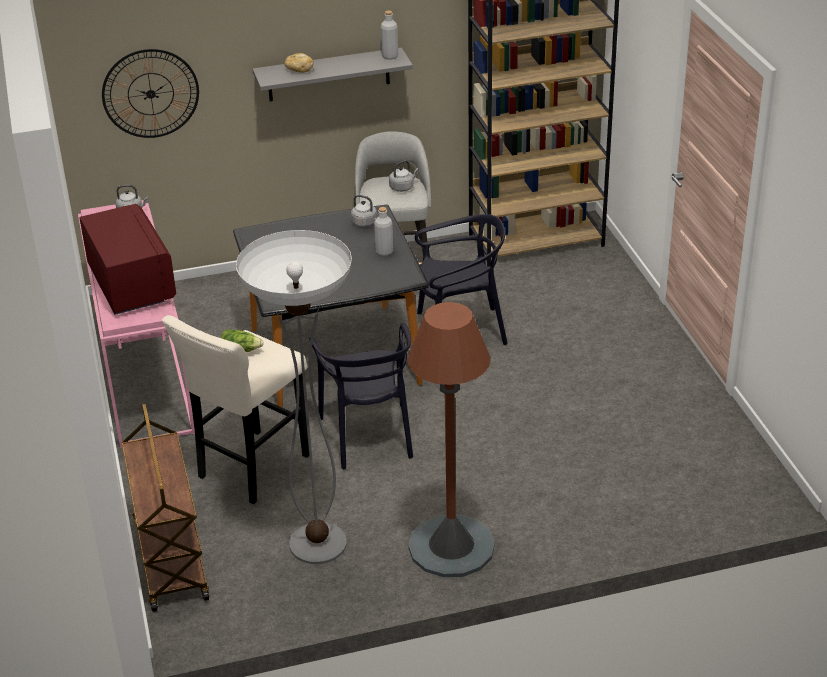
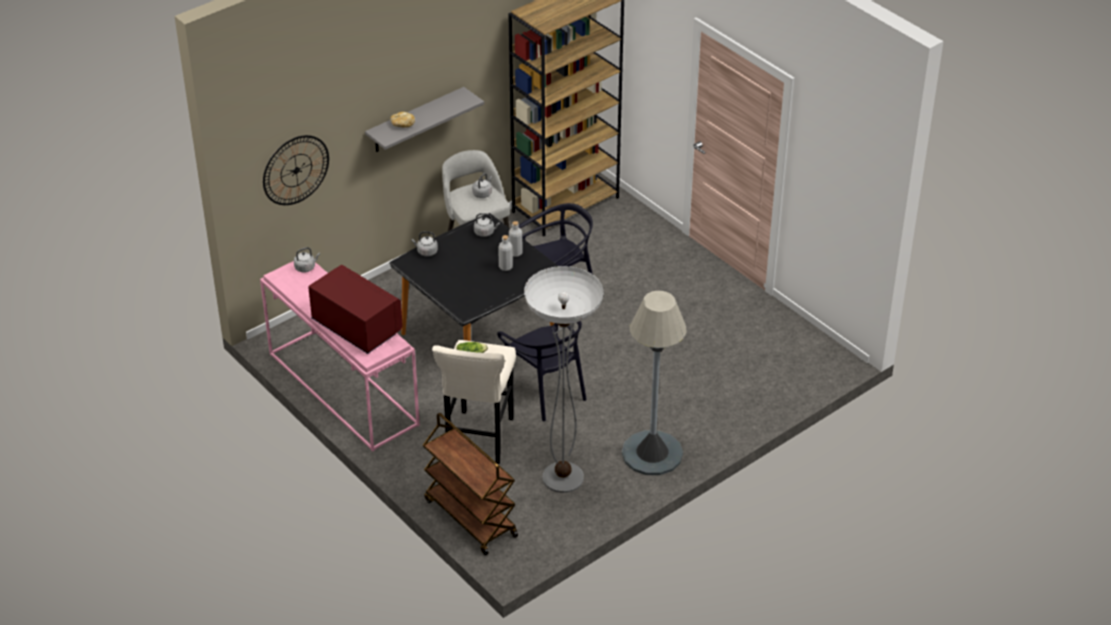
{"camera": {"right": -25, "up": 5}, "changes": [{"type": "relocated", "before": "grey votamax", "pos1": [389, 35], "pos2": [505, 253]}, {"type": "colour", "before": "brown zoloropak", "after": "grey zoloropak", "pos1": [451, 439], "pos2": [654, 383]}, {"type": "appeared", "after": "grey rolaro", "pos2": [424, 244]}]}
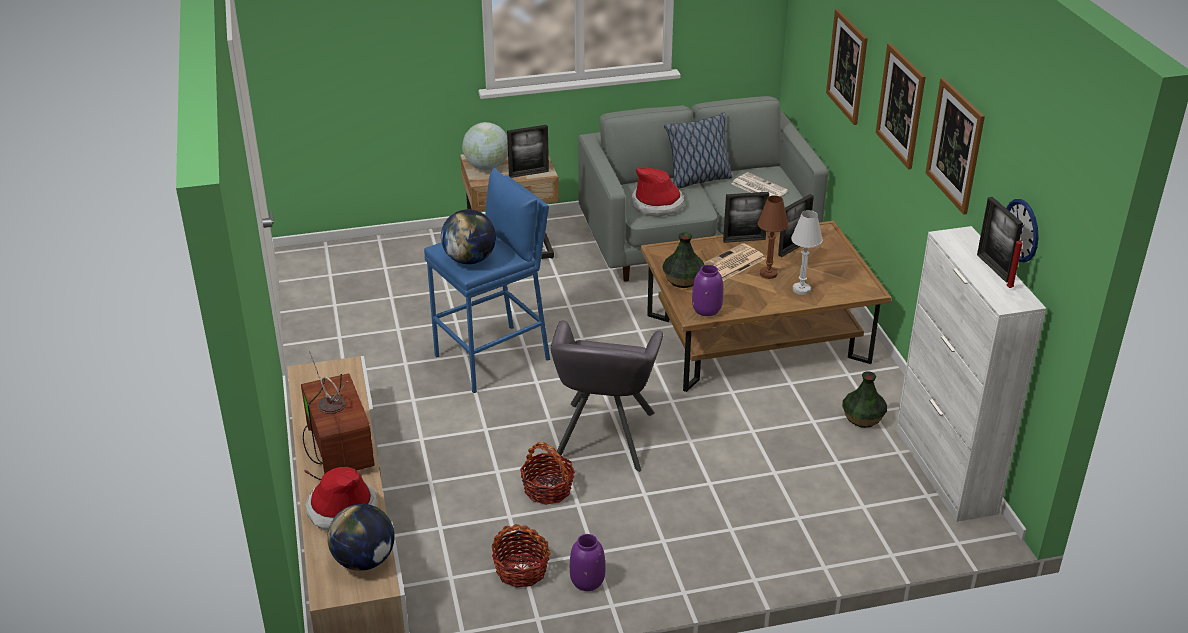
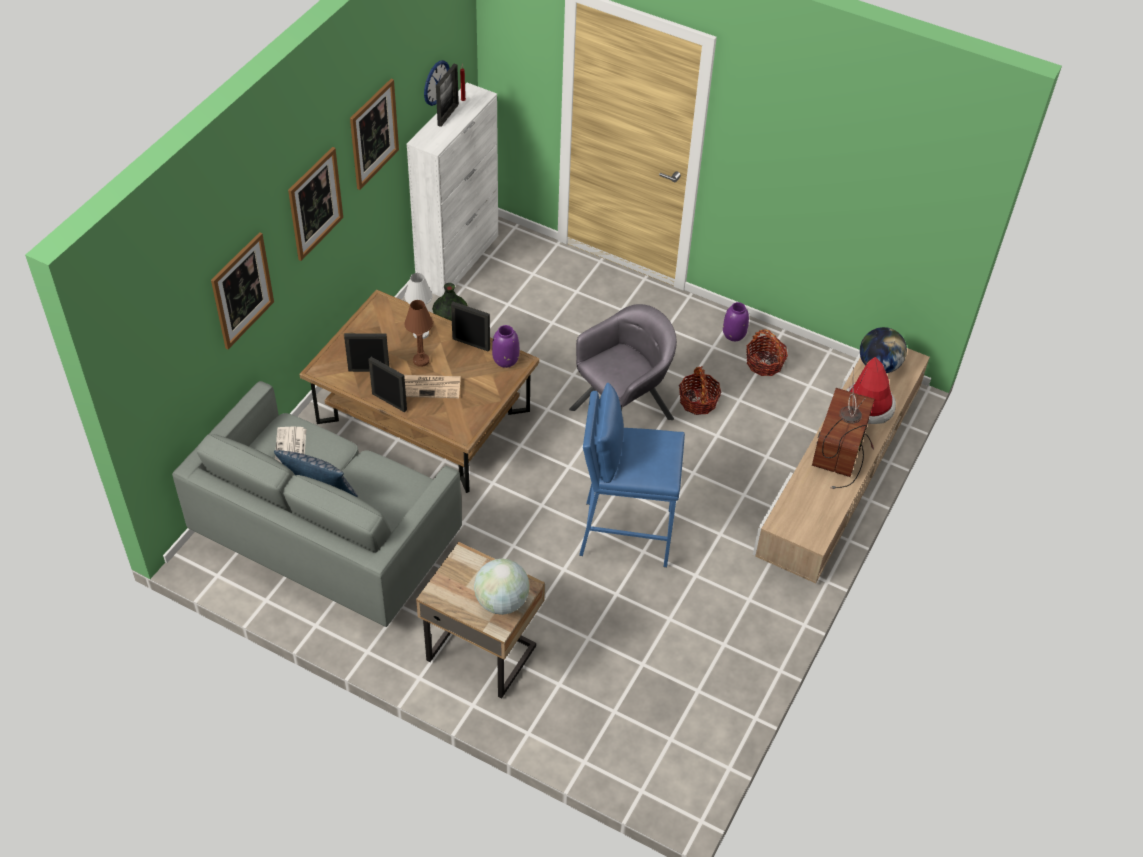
{"camera": {"right": -140, "up": 15}, "changes": [{"type": "missing", "before": "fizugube", "pos1": [468, 236]}, {"type": "relocated", "before": "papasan", "pos1": [528, 151], "pos2": [470, 327]}, {"type": "missing", "before": "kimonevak", "pos1": [657, 192]}, {"type": "missing", "before": "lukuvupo", "pos1": [683, 260]}]}
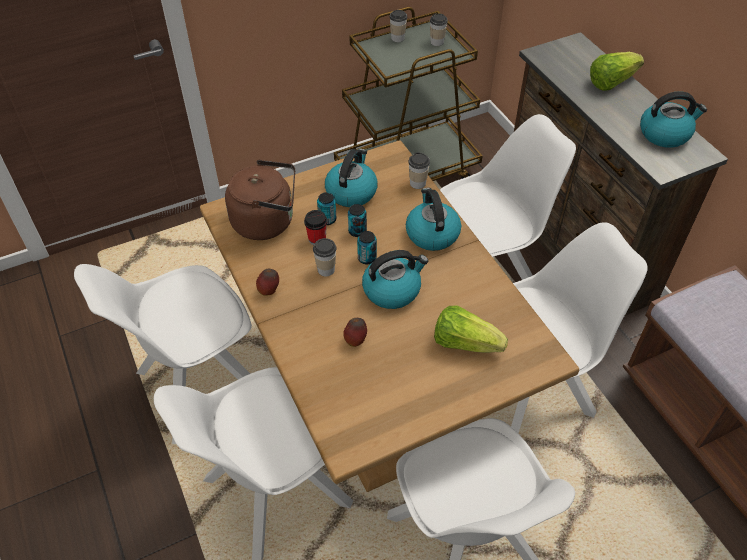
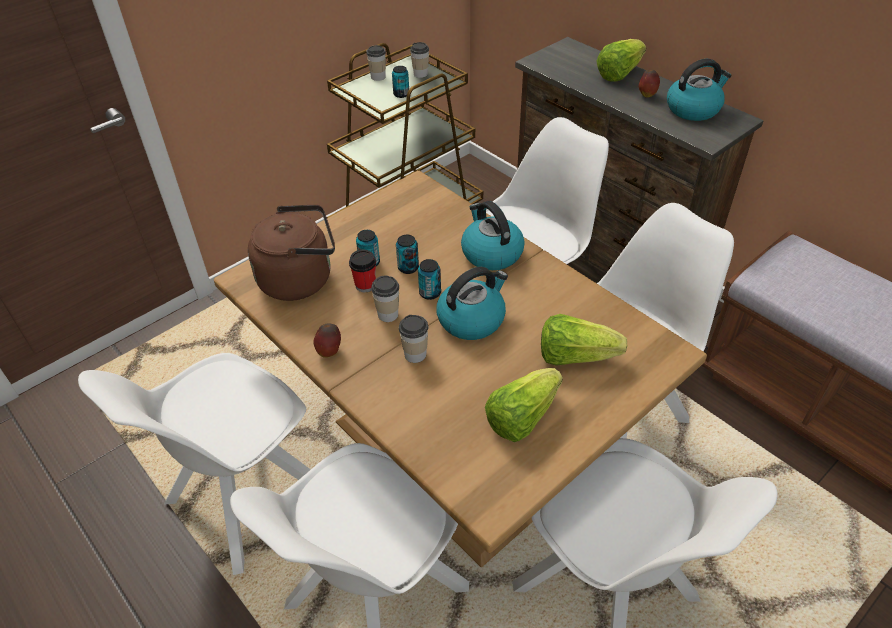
{"camera": {"right": -15, "up": -5}, "changes": [{"type": "missing", "before": "rolaro", "pos1": [351, 178]}, {"type": "relocated", "before": "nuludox", "pos1": [355, 332], "pos2": [649, 84]}, {"type": "relocated", "before": "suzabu", "pos1": [419, 170], "pos2": [413, 339]}, {"type": "appeared", "after": "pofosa", "pos2": [400, 82]}, {"type": "appeared", "after": "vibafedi", "pos2": [524, 405]}]}
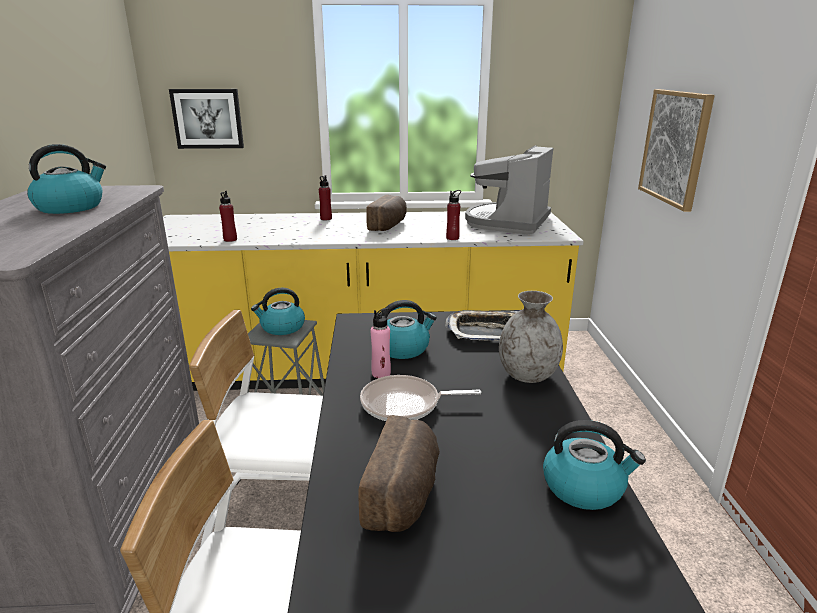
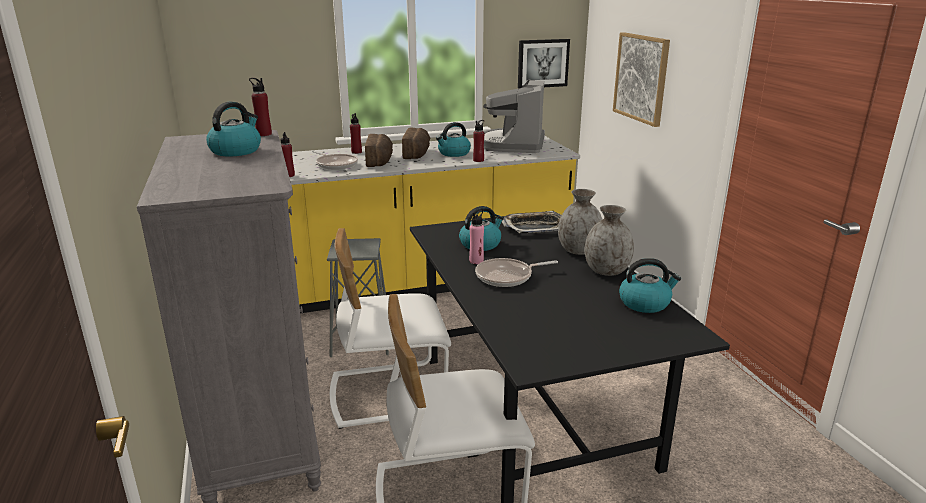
{"camera": {"right": -15, "up": 0}, "changes": [{"type": "relocated", "before": "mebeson", "pos1": [206, 119], "pos2": [544, 63]}, {"type": "relocated", "before": "rolaro", "pos1": [278, 311], "pos2": [453, 139]}, {"type": "relocated", "before": "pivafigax", "pos1": [399, 473], "pos2": [379, 150]}, {"type": "appeared", "after": "red votamax", "pos2": [260, 107]}, {"type": "appeared", "after": "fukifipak", "pos2": [335, 160]}, {"type": "appeared", "after": "grey lukuvupo", "pos2": [609, 240]}]}
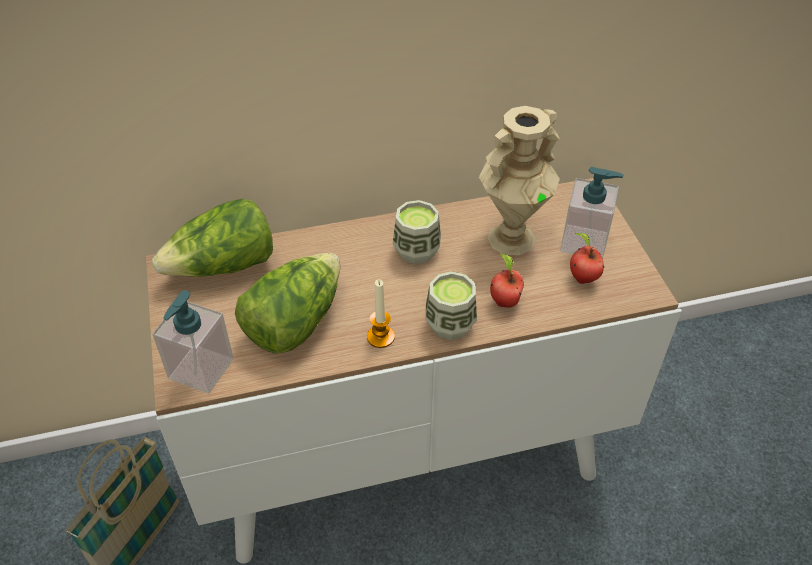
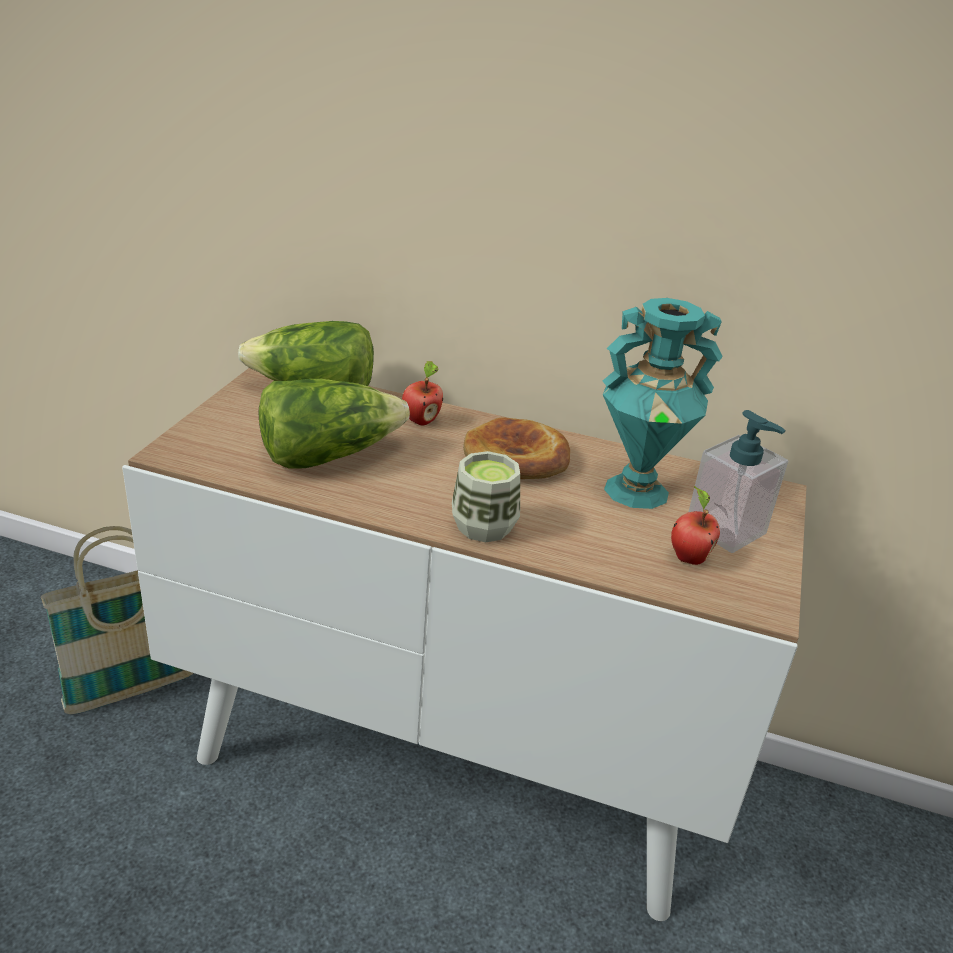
{"camera": {"right": 30, "up": -15}, "changes": [{"type": "missing", "before": "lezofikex", "pos1": [193, 342]}, {"type": "missing", "before": "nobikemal", "pos1": [381, 313]}, {"type": "exchanged", "before": "suzabu", "after": "pivafigax", "pos1": [417, 232], "pos2": [516, 448]}, {"type": "colour", "before": "beige lukuvupo", "after": "turquoise lukuvupo", "pos1": [519, 180], "pos2": [663, 403]}, {"type": "relocated", "before": "nuludox", "pos1": [507, 280], "pos2": [422, 393]}]}
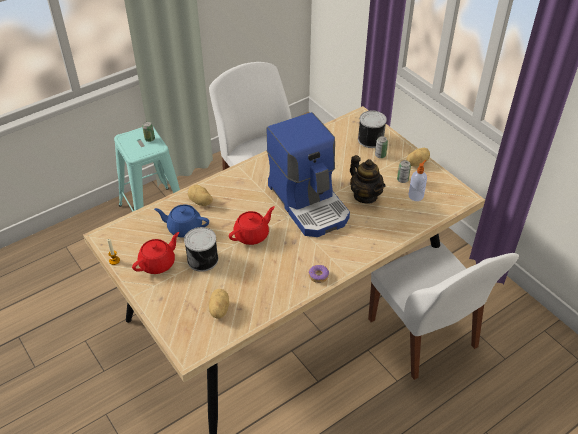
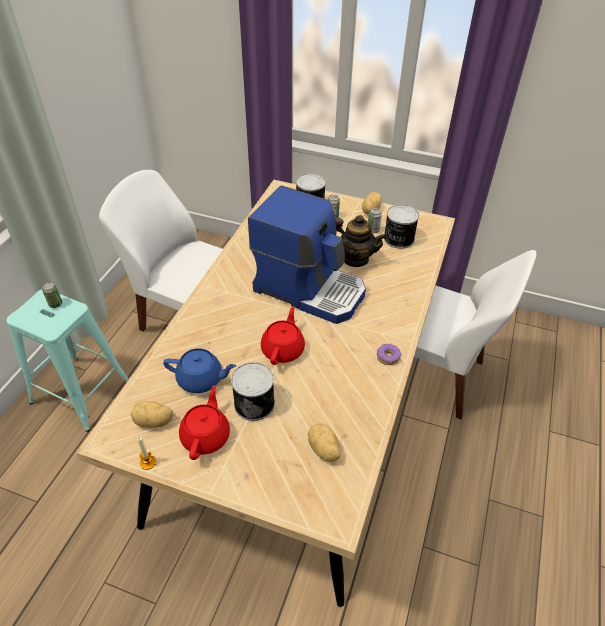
{"camera": {"right": -35, "up": 0}, "changes": [{"type": "spun", "before": "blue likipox", "pos1": [181, 221], "pos2": [199, 370], "turn": -150}, {"type": "relocated", "before": "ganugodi", "pos1": [200, 195], "pos2": [152, 414]}, {"type": "exchanged", "before": "lezofikex", "after": "pofosa", "pos1": [417, 180], "pos2": [401, 226]}]}
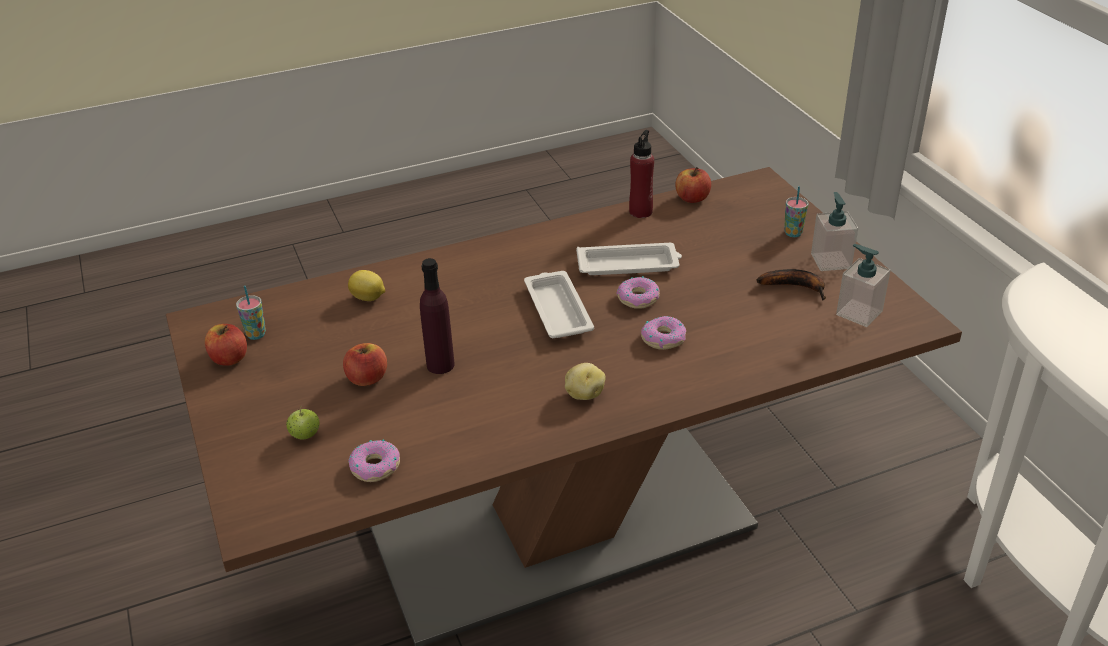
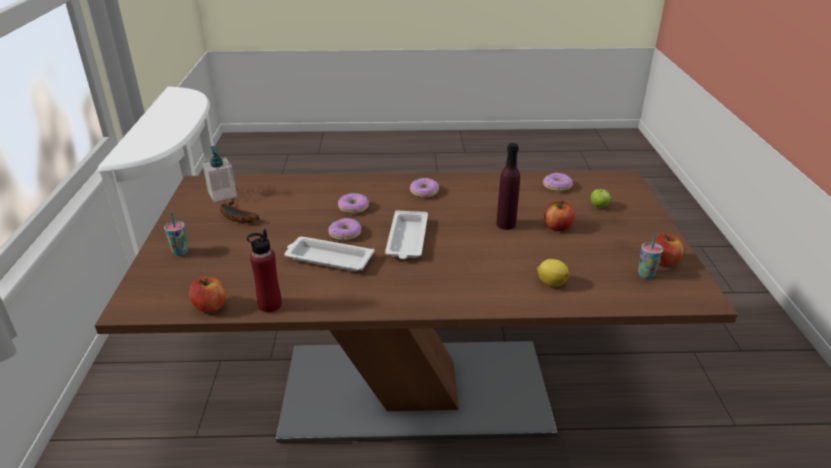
{"camera": {"right": -160, "up": -5}, "changes": [{"type": "exchanged", "before": "ganugodi", "after": "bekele", "pos1": [585, 381], "pos2": [424, 188]}, {"type": "missing", "before": "lezofikex", "pos1": [834, 231]}]}
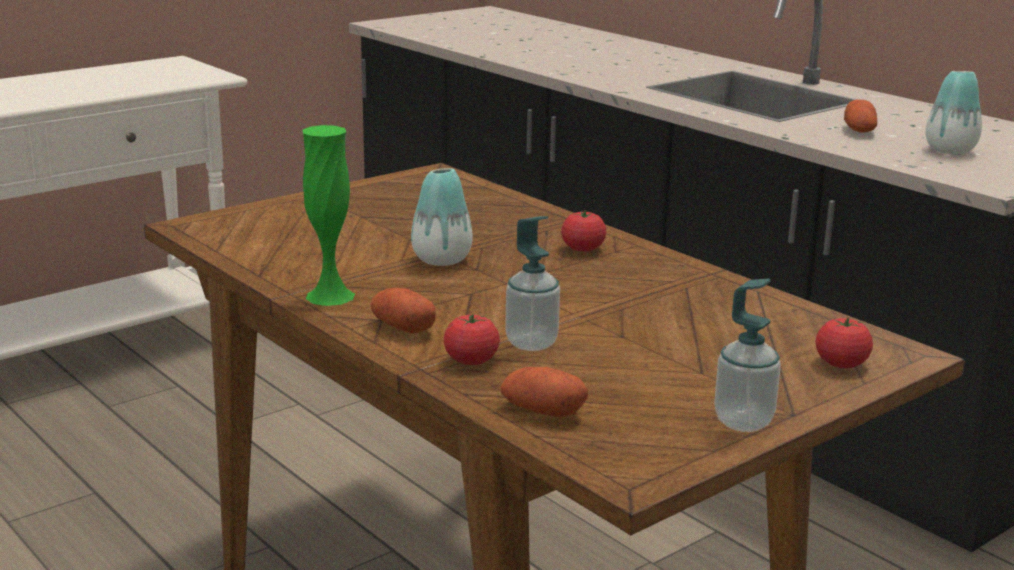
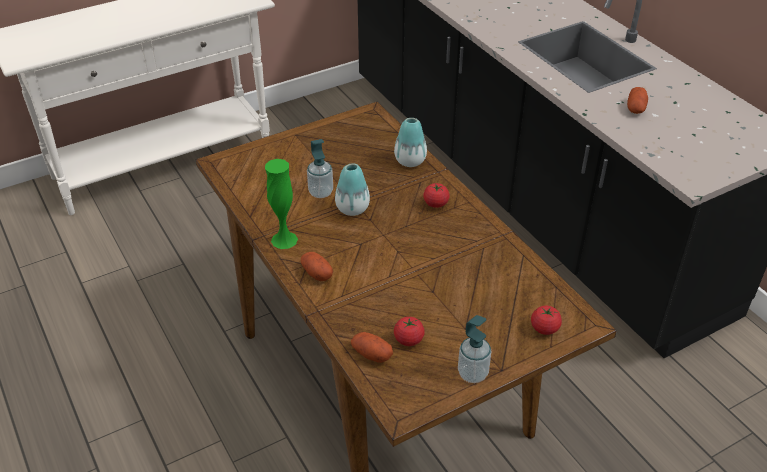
{"camera": {"right": 10, "up": 20}, "changes": [{"type": "relocated", "before": "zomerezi", "pos1": [472, 339], "pos2": [409, 331]}, {"type": "relocated", "before": "lezofikex", "pos1": [532, 283], "pos2": [320, 168]}, {"type": "relocated", "before": "lukuvupo", "pos1": [953, 112], "pos2": [410, 142]}]}
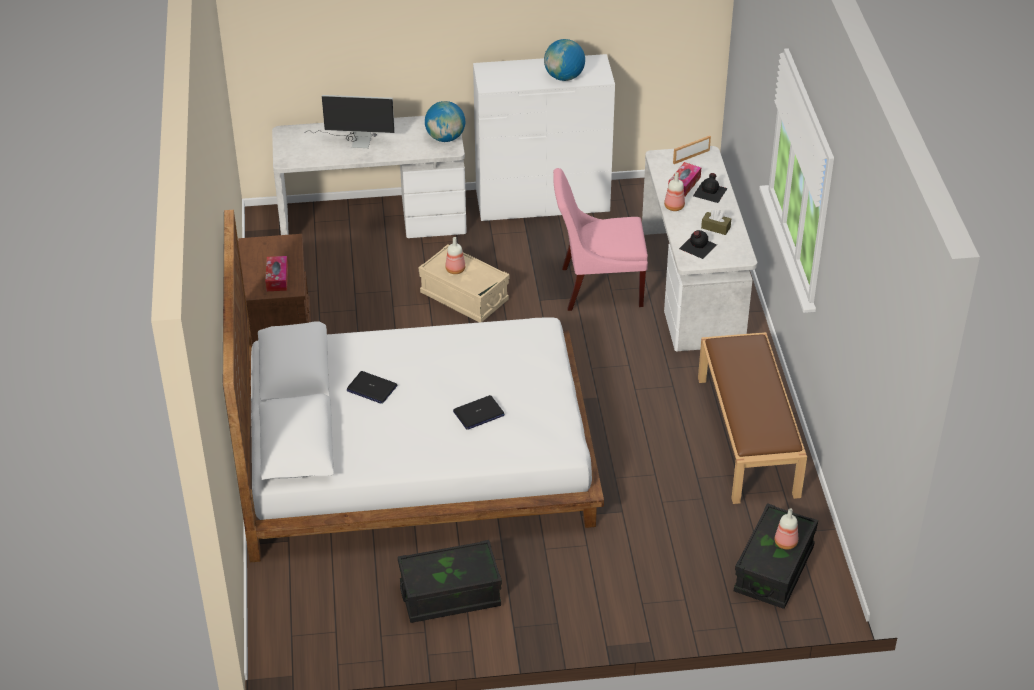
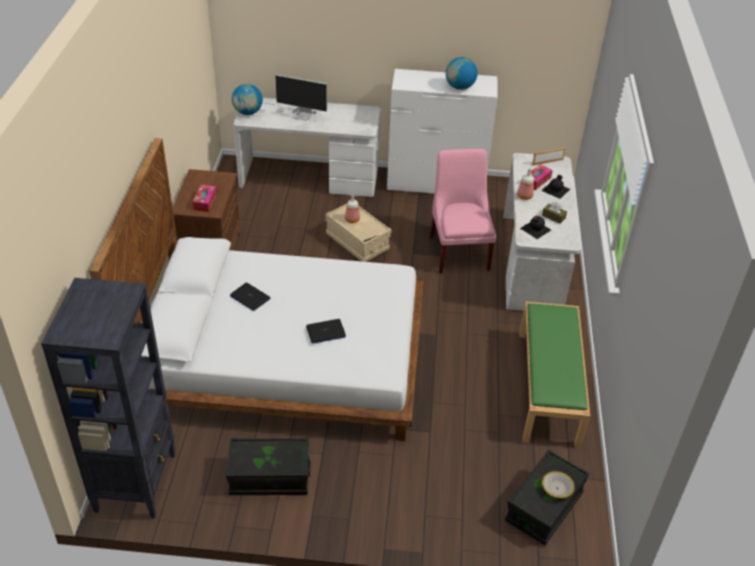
{"camera": {"right": 10, "up": 0}, "changes": [{"type": "relocated", "before": "fizugube", "pos1": [445, 121], "pos2": [247, 99]}, {"type": "spun", "before": "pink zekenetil", "pos1": [600, 239], "pos2": [463, 211], "turn": 75}, {"type": "colour", "before": "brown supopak", "after": "green supopak", "pos1": [752, 418], "pos2": [554, 374]}, {"type": "exchanged", "before": "votamax", "after": "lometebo", "pos1": [786, 529], "pos2": [558, 485]}, {"type": "appeared", "after": "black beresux", "pos2": [108, 398]}]}
